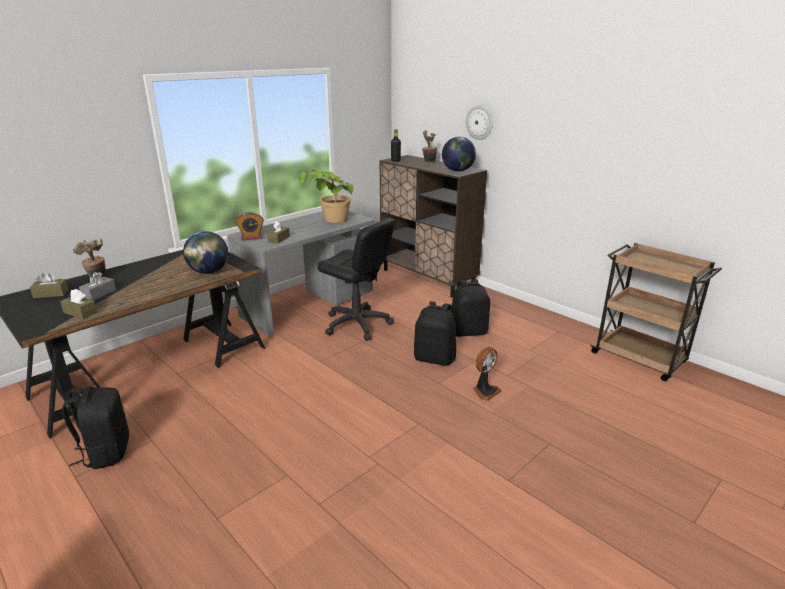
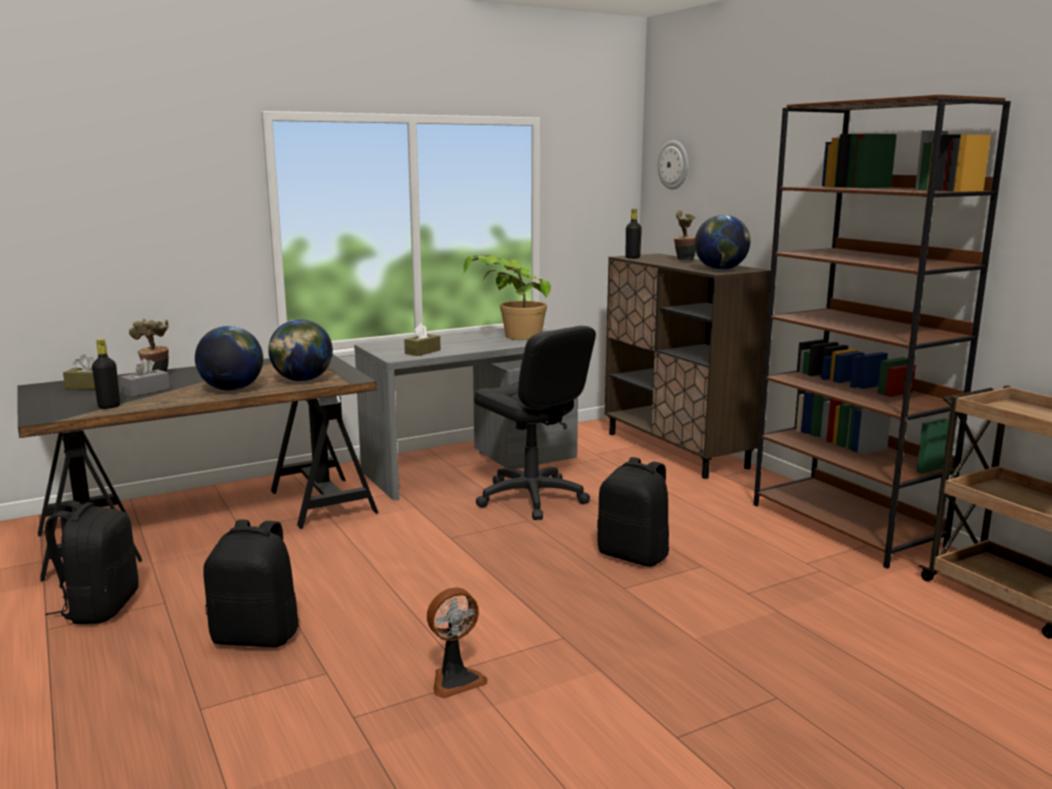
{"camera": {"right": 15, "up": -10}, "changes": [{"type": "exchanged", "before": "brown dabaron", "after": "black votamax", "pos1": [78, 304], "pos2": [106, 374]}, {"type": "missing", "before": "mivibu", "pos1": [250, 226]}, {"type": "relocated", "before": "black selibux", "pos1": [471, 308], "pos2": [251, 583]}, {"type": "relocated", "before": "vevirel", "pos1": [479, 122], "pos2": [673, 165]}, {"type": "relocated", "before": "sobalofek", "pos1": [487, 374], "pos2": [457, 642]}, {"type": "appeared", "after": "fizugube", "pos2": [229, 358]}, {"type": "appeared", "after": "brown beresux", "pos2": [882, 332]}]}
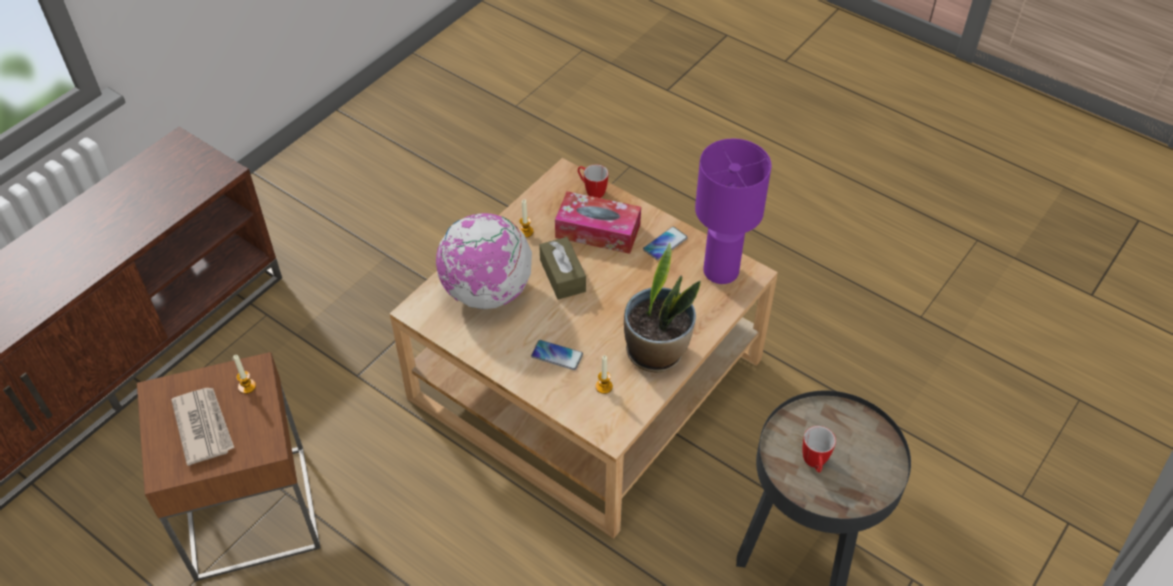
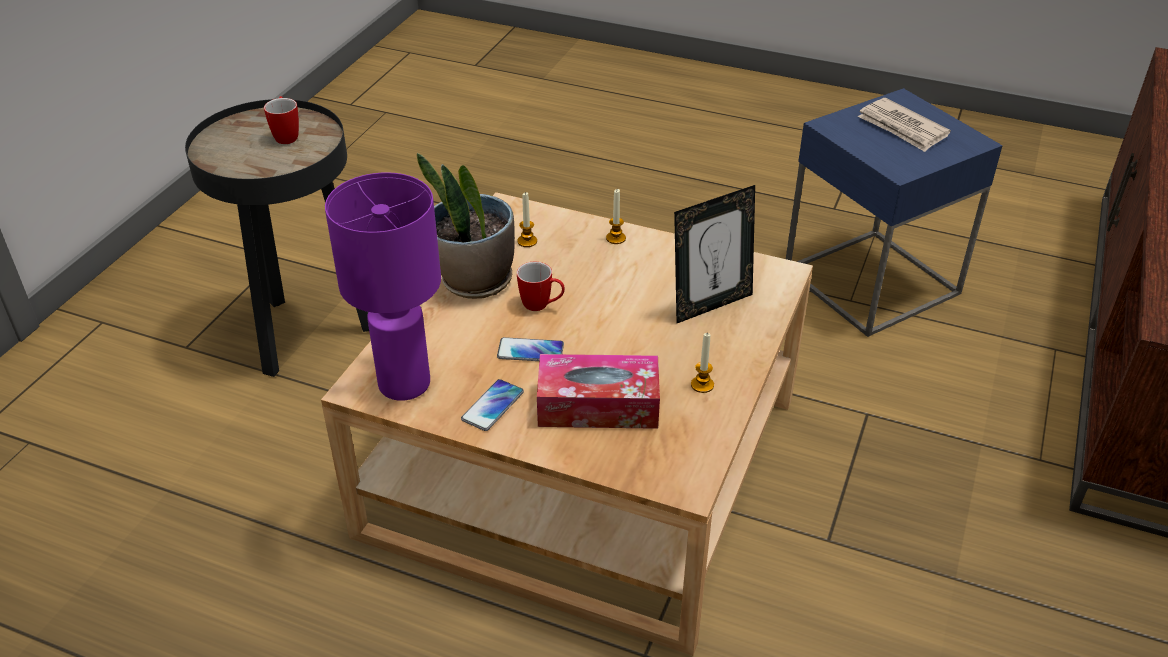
{"camera": {"right": 165, "up": -10}, "changes": [{"type": "colour", "before": "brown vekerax", "after": "blue vekerax", "pos1": [229, 467], "pos2": [894, 212]}, {"type": "relocated", "before": "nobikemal", "pos1": [244, 374], "pos2": [616, 216]}, {"type": "exchanged", "before": "fizugube", "after": "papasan", "pos1": [484, 261], "pos2": [714, 254]}, {"type": "relocated", "before": "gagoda", "pos1": [557, 355], "pos2": [530, 349]}, {"type": "missing", "before": "brown dabaron", "pos1": [562, 268]}, {"type": "relocated", "before": "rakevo", "pos1": [593, 181], "pos2": [541, 286]}]}
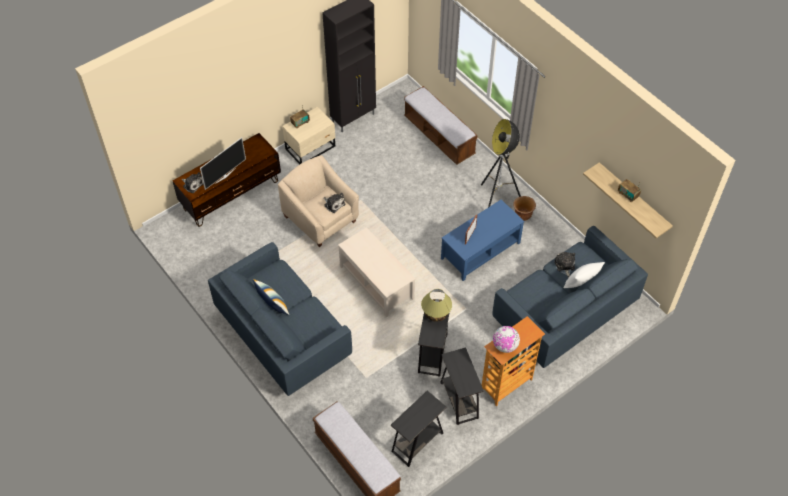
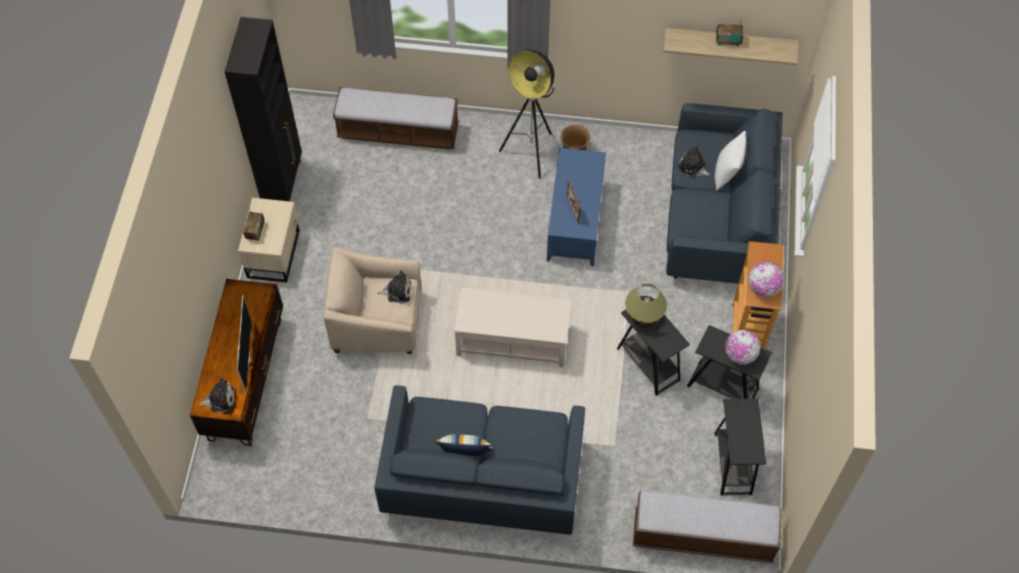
{"camera": {"right": -45, "up": 5}, "changes": [{"type": "appeared", "after": "fizugube", "pos2": [743, 347]}]}
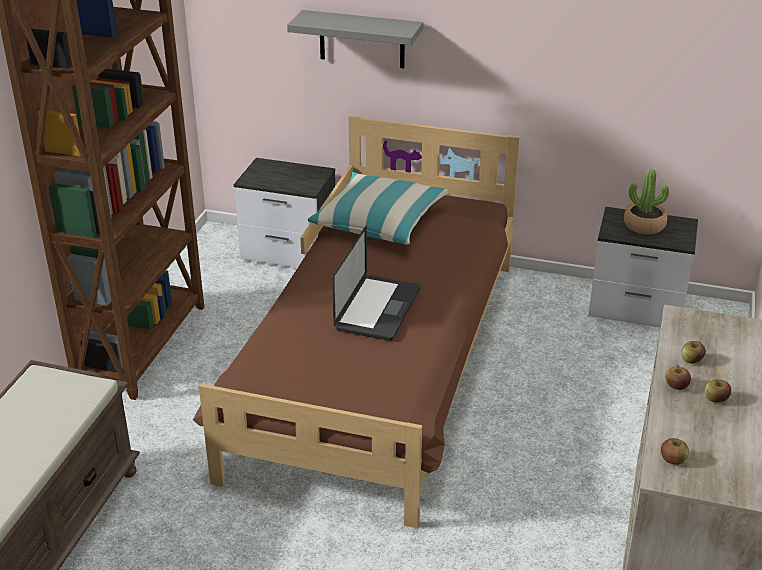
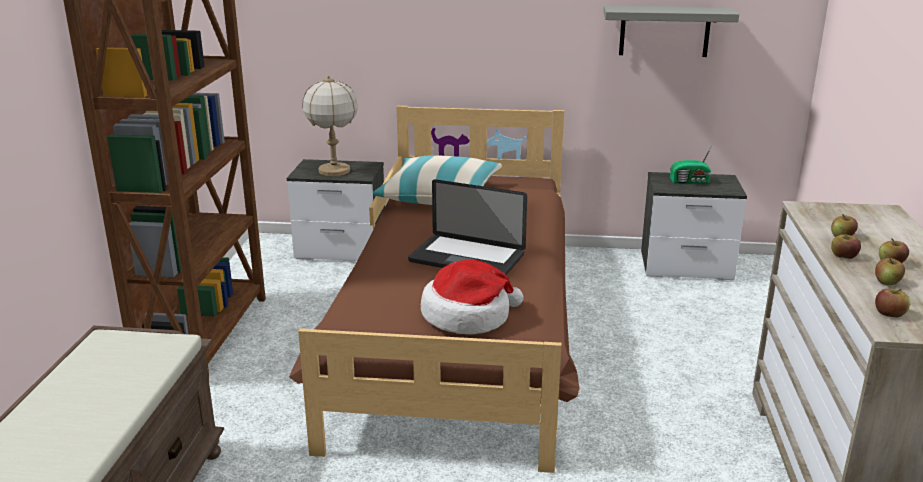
{"camera": {"right": -10, "up": -10}, "changes": [{"type": "relocated", "before": "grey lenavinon", "pos1": [355, 39], "pos2": [671, 31]}, {"type": "spun", "before": "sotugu", "pos1": [376, 283], "pos2": [467, 227], "turn": 105}, {"type": "exchanged", "before": "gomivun", "after": "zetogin", "pos1": [646, 201], "pos2": [691, 164]}, {"type": "appeared", "after": "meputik", "pos2": [330, 125]}, {"type": "appeared", "after": "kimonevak", "pos2": [472, 297]}, {"type": "appeared", "after": "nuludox", "pos2": [890, 271]}]}
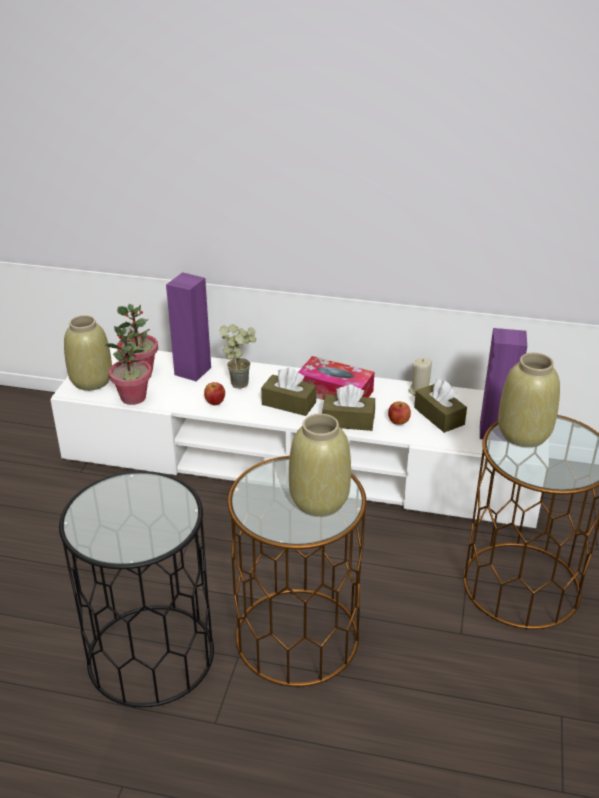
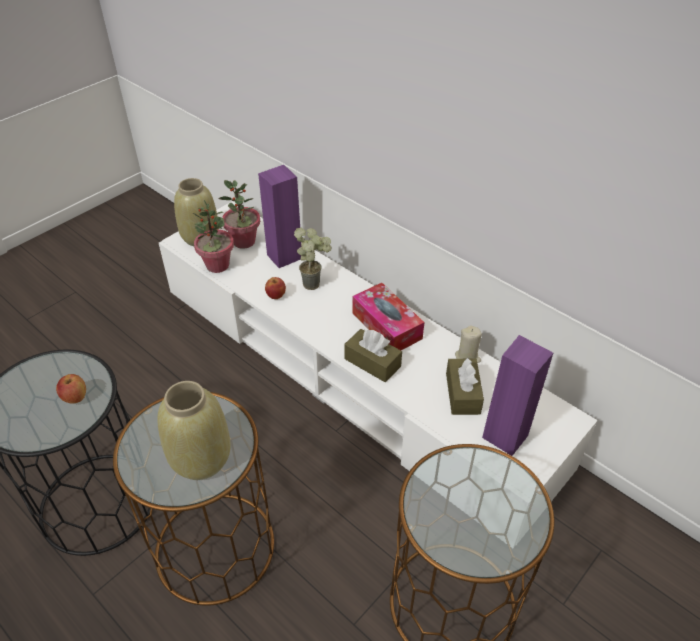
{"camera": {"right": 30, "up": 10}, "changes": [{"type": "missing", "before": "brown dabaron", "pos1": [288, 392]}, {"type": "relocated", "before": "nuludox", "pos1": [399, 413], "pos2": [71, 388]}, {"type": "missing", "before": "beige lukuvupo", "pos1": [529, 400]}]}
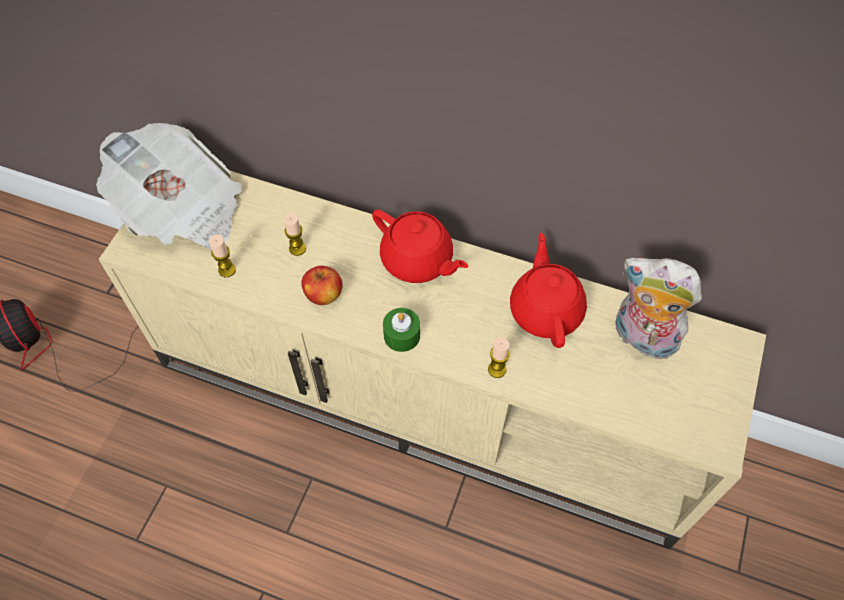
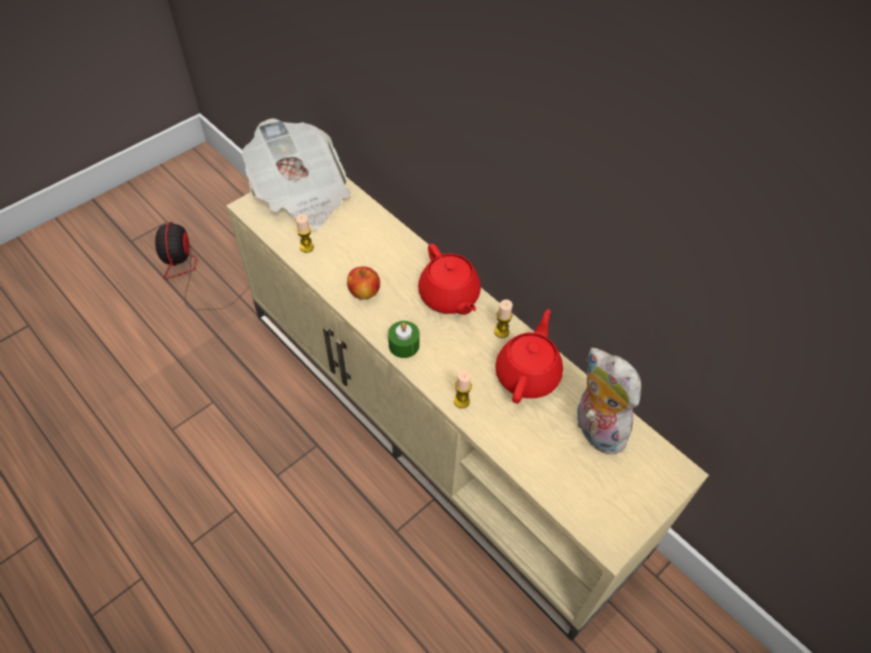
{"camera": {"right": 25, "up": -5}, "changes": [{"type": "relocated", "before": "nobikemal", "pos1": [295, 234], "pos2": [503, 319]}]}
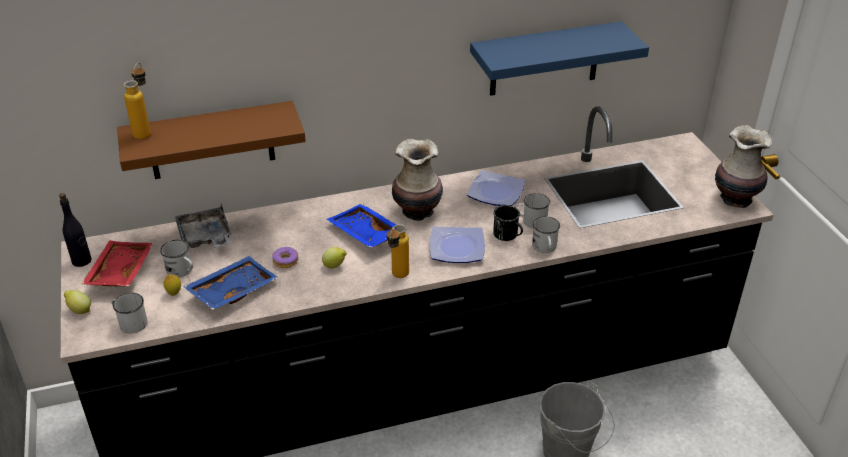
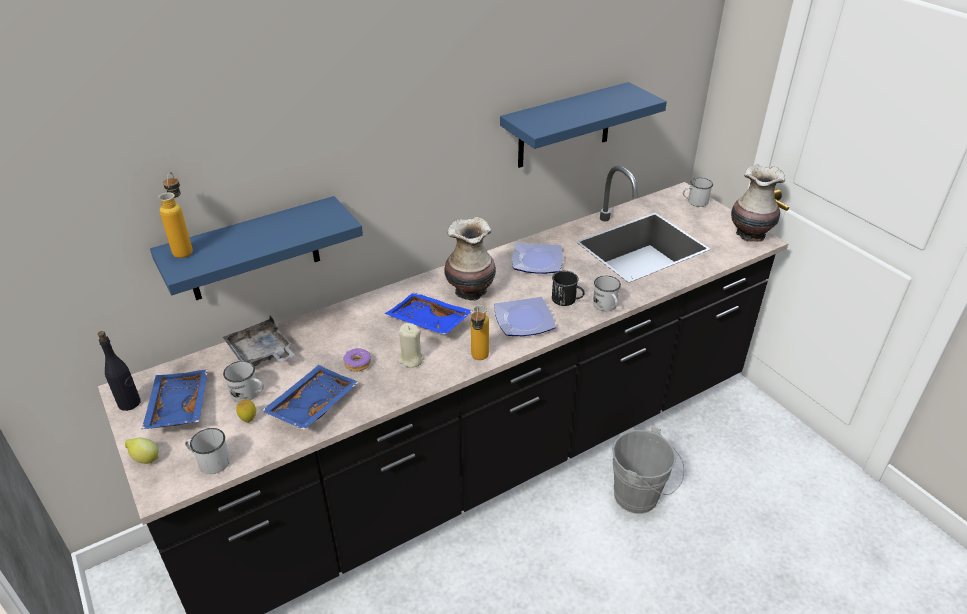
{"camera": {"right": -15, "up": 0}, "changes": [{"type": "colour", "before": "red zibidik", "after": "blue zibidik", "pos1": [117, 263], "pos2": [175, 399]}, {"type": "colour", "before": "brown lenavinon", "after": "blue lenavinon", "pos1": [211, 140], "pos2": [256, 248]}, {"type": "exchanged", "before": "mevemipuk", "after": "beige nobikemal", "pos1": [334, 258], "pos2": [411, 345]}, {"type": "relocated", "before": "white rakevo", "pos1": [532, 210], "pos2": [698, 192]}]}
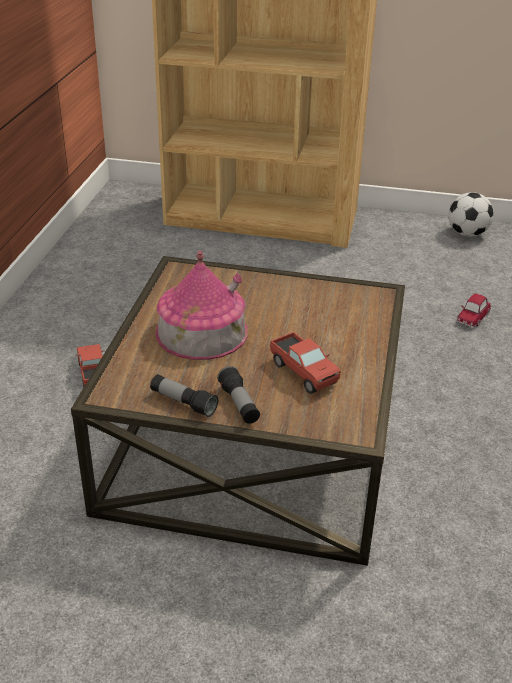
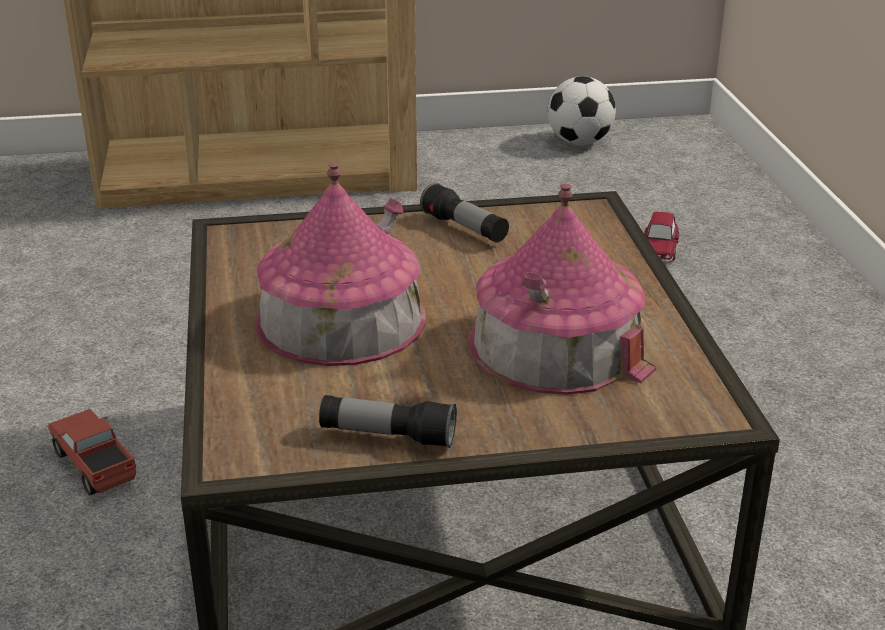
{"camera": {"right": -20, "up": -5}, "changes": [{"type": "relocated", "before": "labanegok", "pos1": [238, 395], "pos2": [464, 212]}, {"type": "exchanged", "before": "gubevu", "after": "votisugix", "pos1": [305, 363], "pos2": [562, 289]}]}
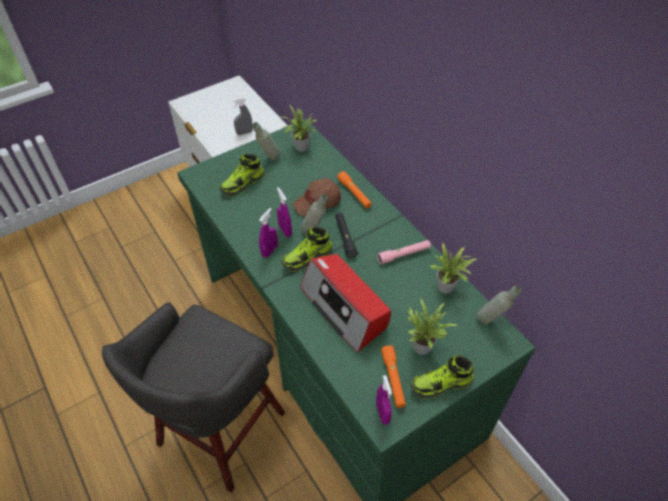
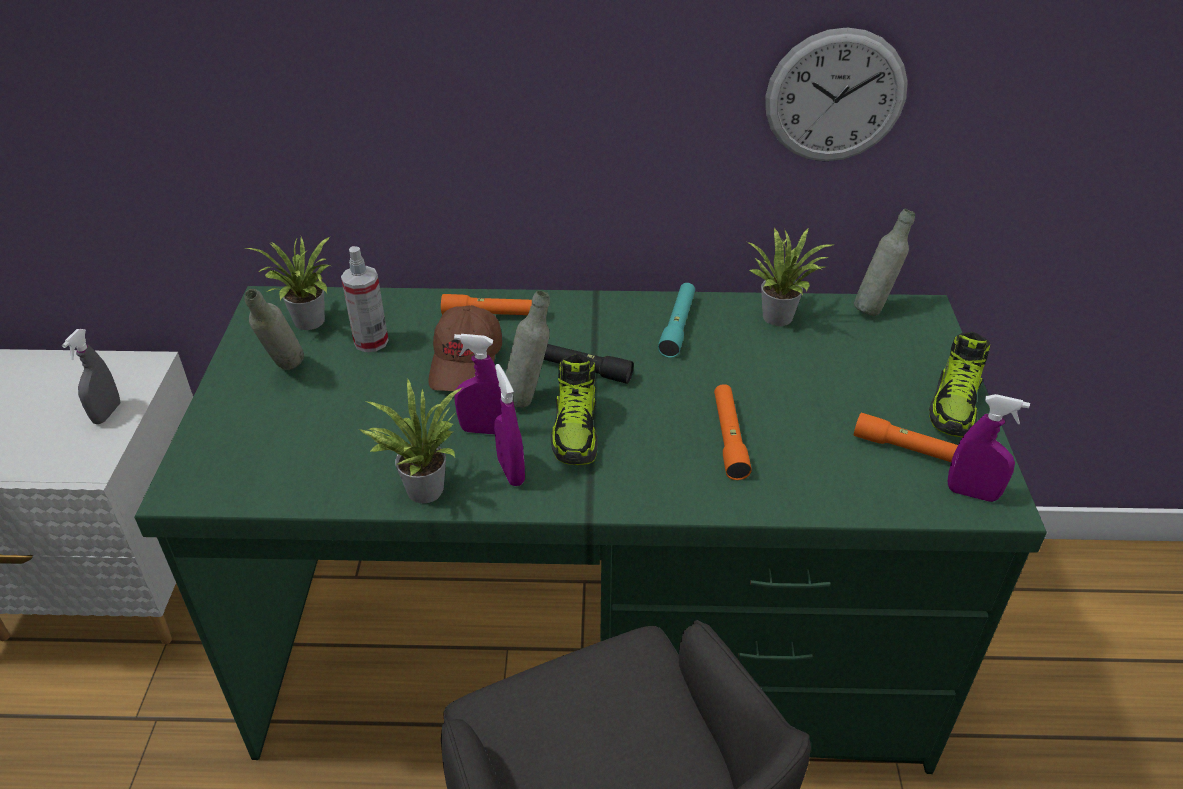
{"camera": {"right": -55, "up": -10}, "changes": [{"type": "missing", "before": "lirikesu", "pos1": [242, 175]}, {"type": "exchanged", "before": "zetogin", "after": "orange labanegok", "pos1": [345, 303], "pos2": [733, 432]}, {"type": "colour", "before": "pink labanegok", "after": "turquoise labanegok", "pos1": [404, 252], "pos2": [676, 320]}, {"type": "relocated", "before": "gomivun", "pos1": [433, 326], "pos2": [410, 441]}, {"type": "appeared", "after": "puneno", "pos2": [365, 299]}, {"type": "appeared", "after": "vevirel", "pos2": [836, 94]}]}
